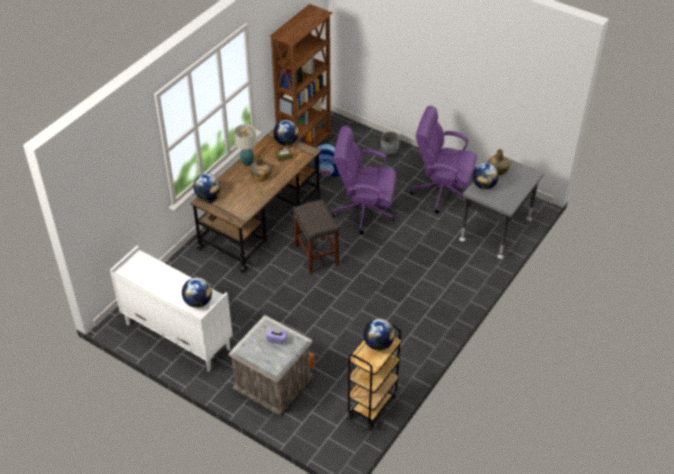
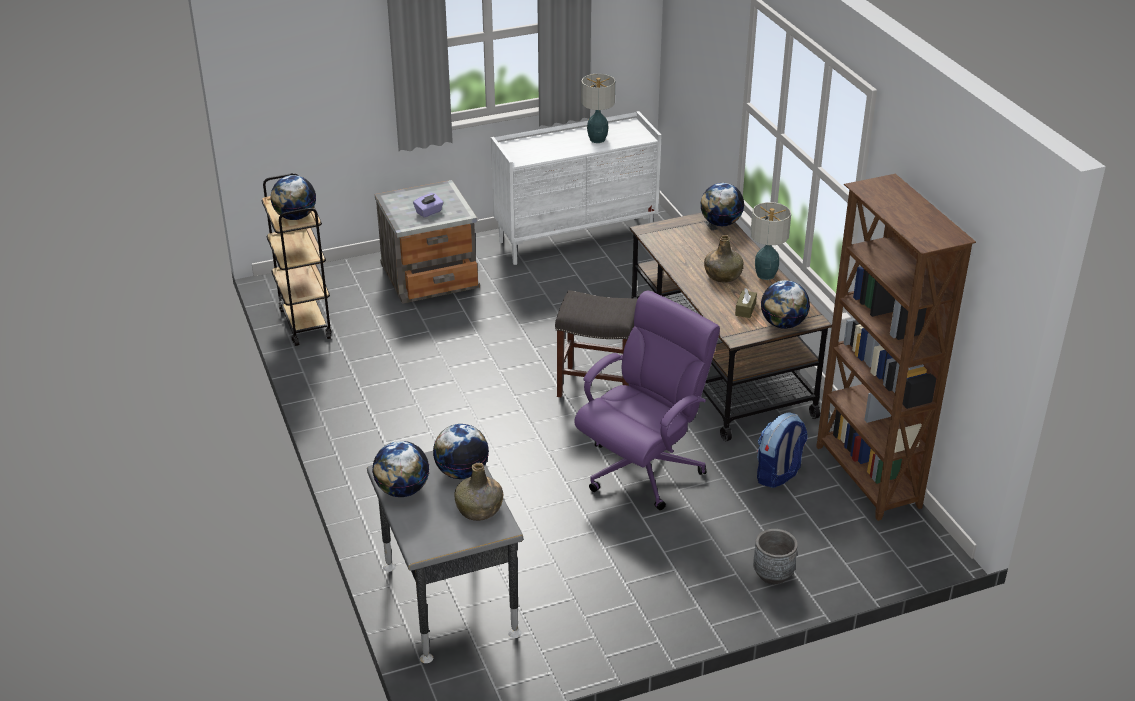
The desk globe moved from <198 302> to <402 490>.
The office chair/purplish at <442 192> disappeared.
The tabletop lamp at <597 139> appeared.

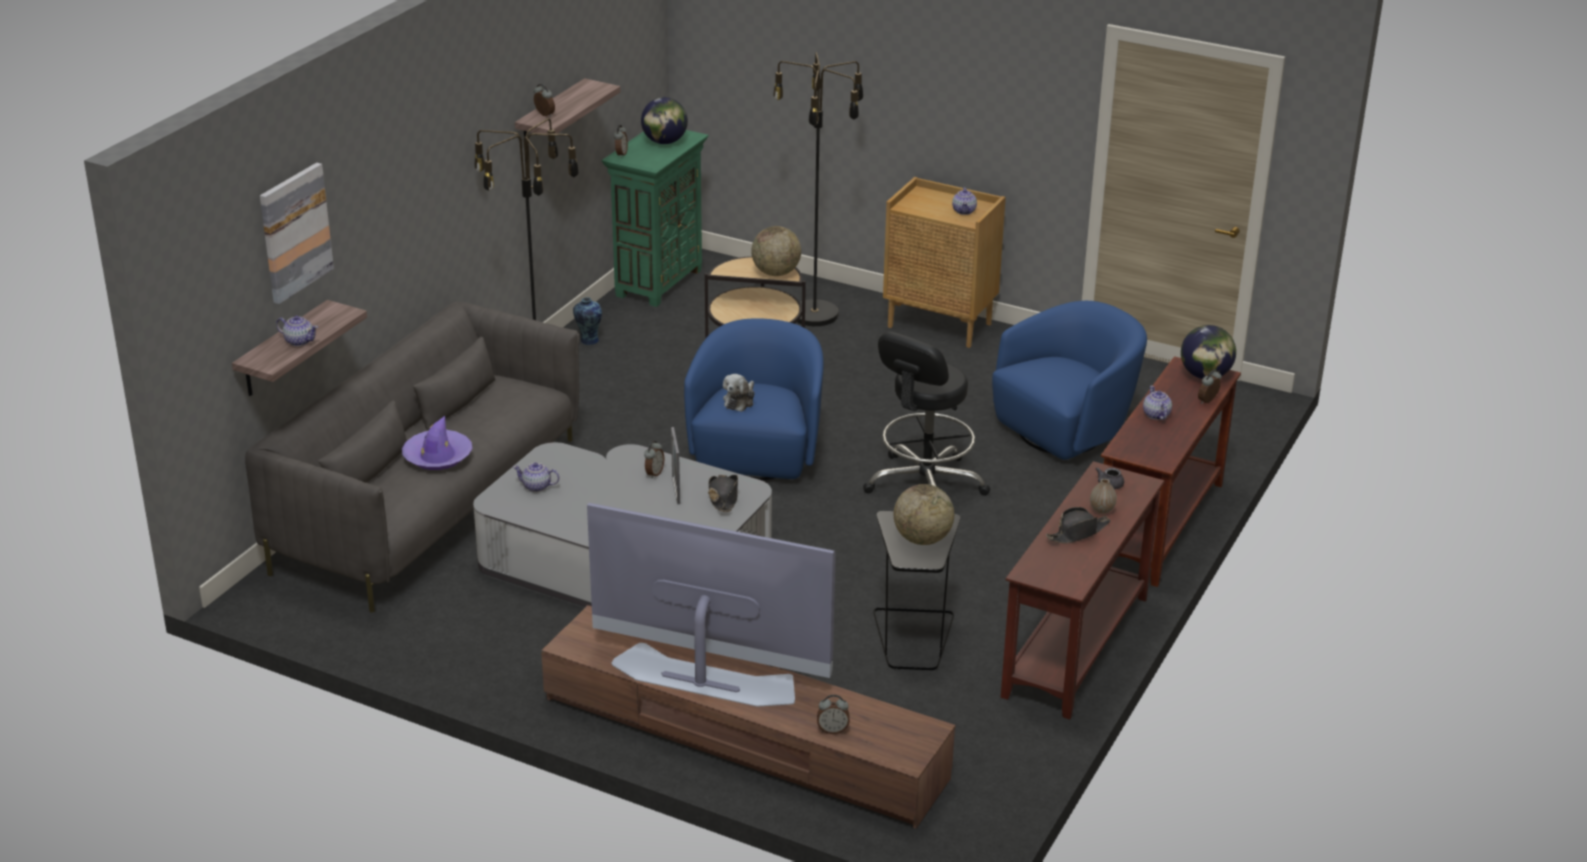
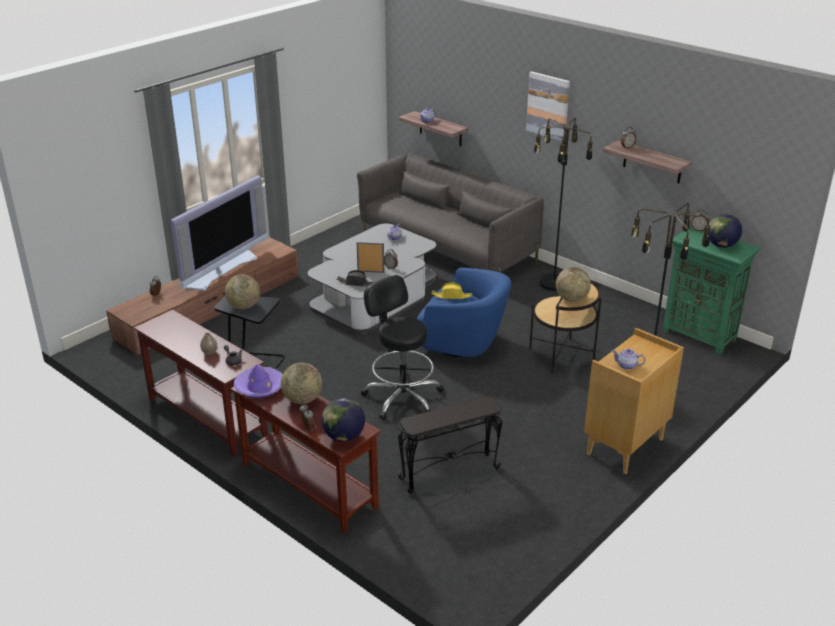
The wall art moved from <294 232> to <548 106>.
The clothing hat/purplish moved from <437 456> to <259 387>.
The decorative vase at <588 340> disappeared.
The plush toy at <740 401> was replaced by the clothing hat/yellowish at <452 296>.
The lounge chair/bluish at <1066 430> was replaced by the side table/blackish at <449 474>.
The clothing hat/blackish at <1078 533> disappeared.
The teapot at <1156 415> was replaced by the desk globe at <302 399>.

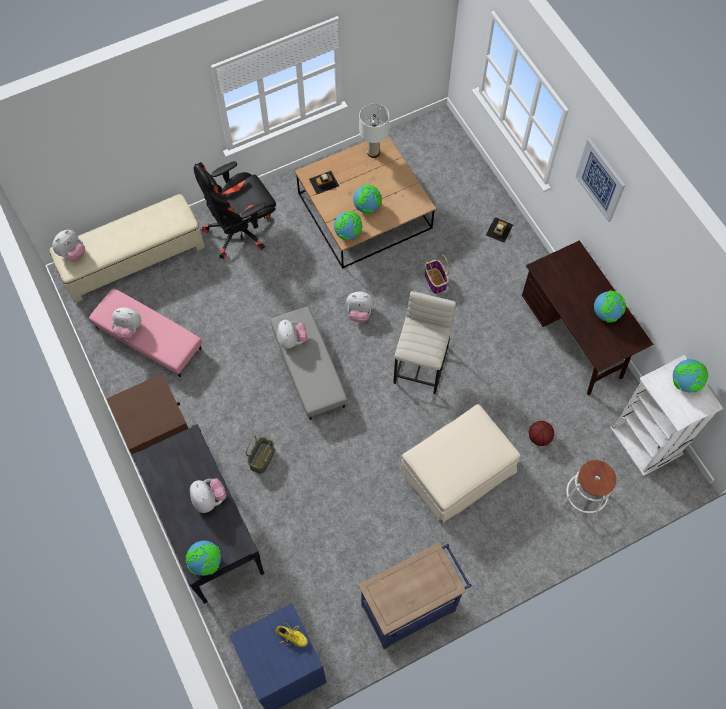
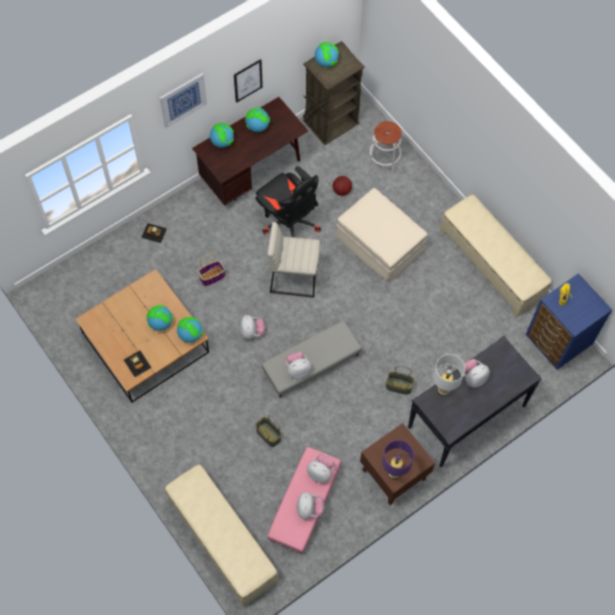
The plush toy moved from <72 253> to <320 472>.
The desk globe moved from <206 562> to <222 142>.
The office chair/blackish moved from <242 229> to <287 220>.
The trolley/bluish at <411 608> was replaced by the indoor bench/beige-coloured at <492 263>.
The tabletop lamp/white-coloured moved from <373 152> to <443 390>.
The shelving unit/white-coloured at <646 441> became the shelving unit/brownish at <331 121>.
The wall art at <248 80> appeared.
The basket at <268 435> appeared.
The tabletop lamp/purplish at <394 472> appeared.

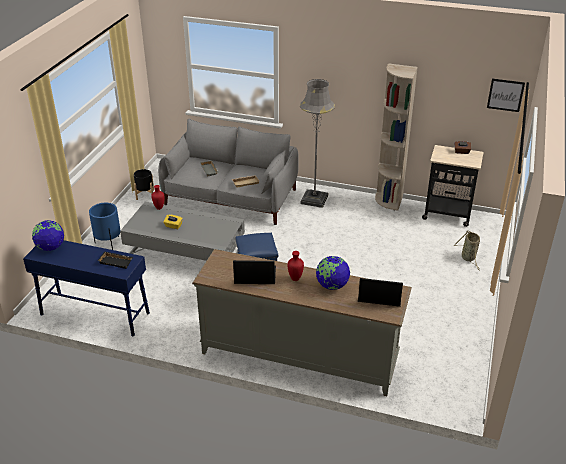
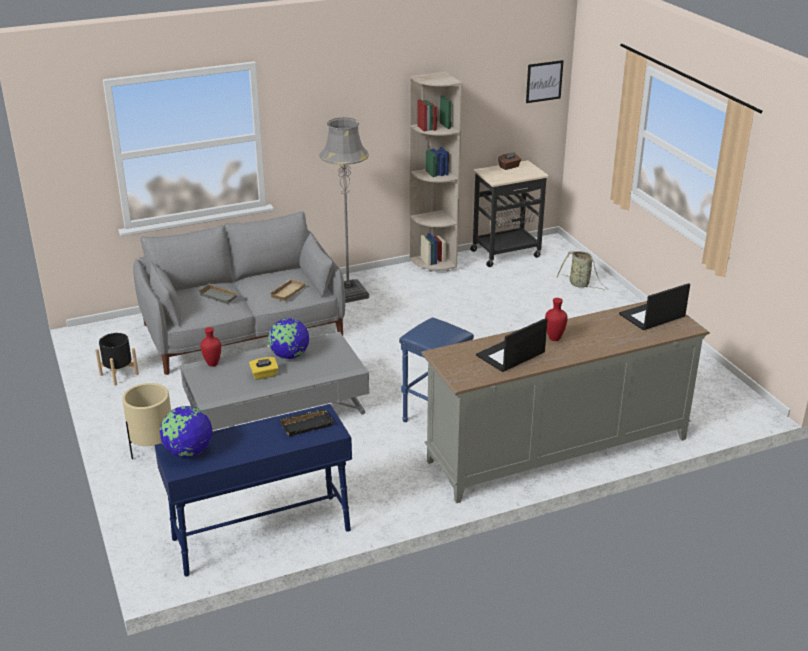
The planter/bluish at <108 243> became the planter/beige-coloured at <154 450>.
The desk globe moved from <332 286> to <289 356>.

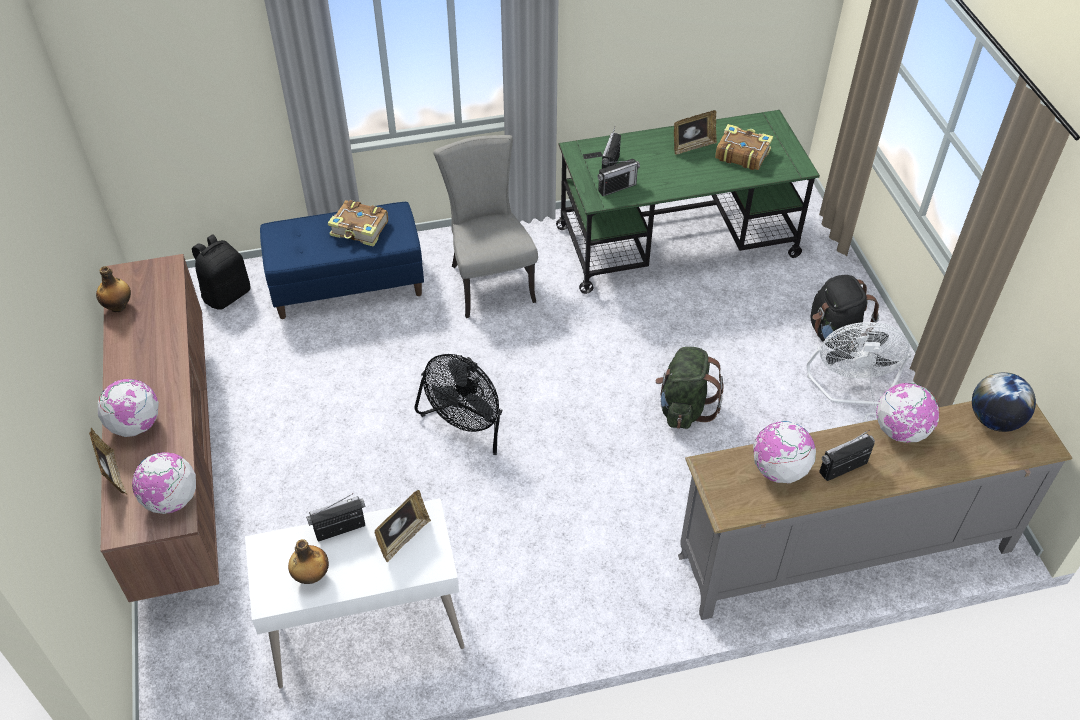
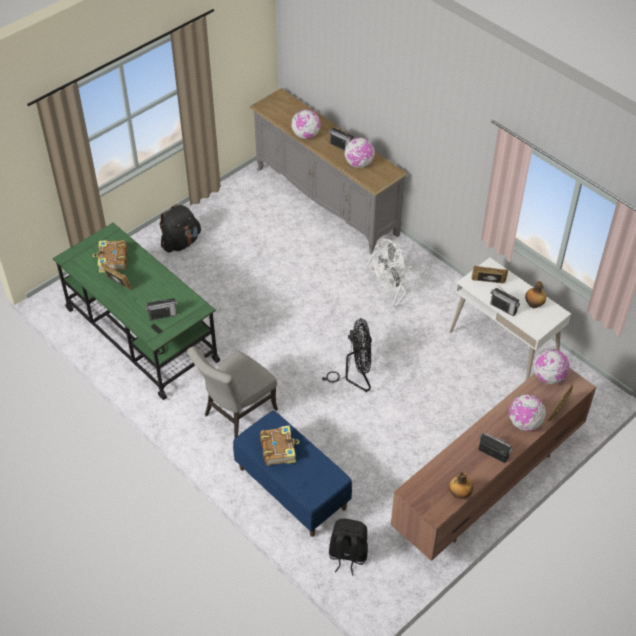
The radio receiver moved from <617 187> to <493 453>.
The knapsack/green at <684 408> disappeared.
The fan/white-coloured moved from <857 394> to <391 284>.
The desk globe at <994 420> disappeared.

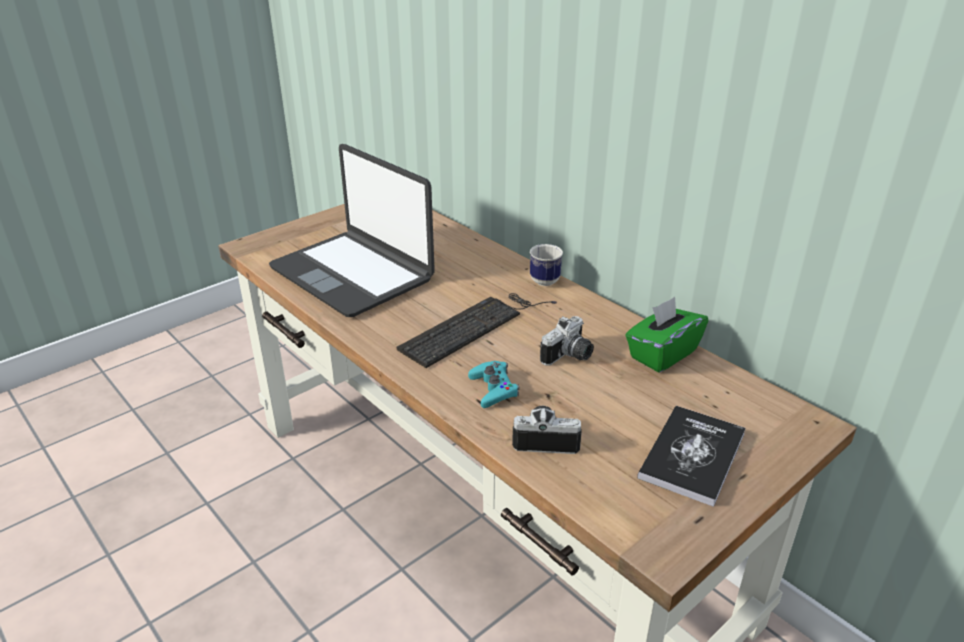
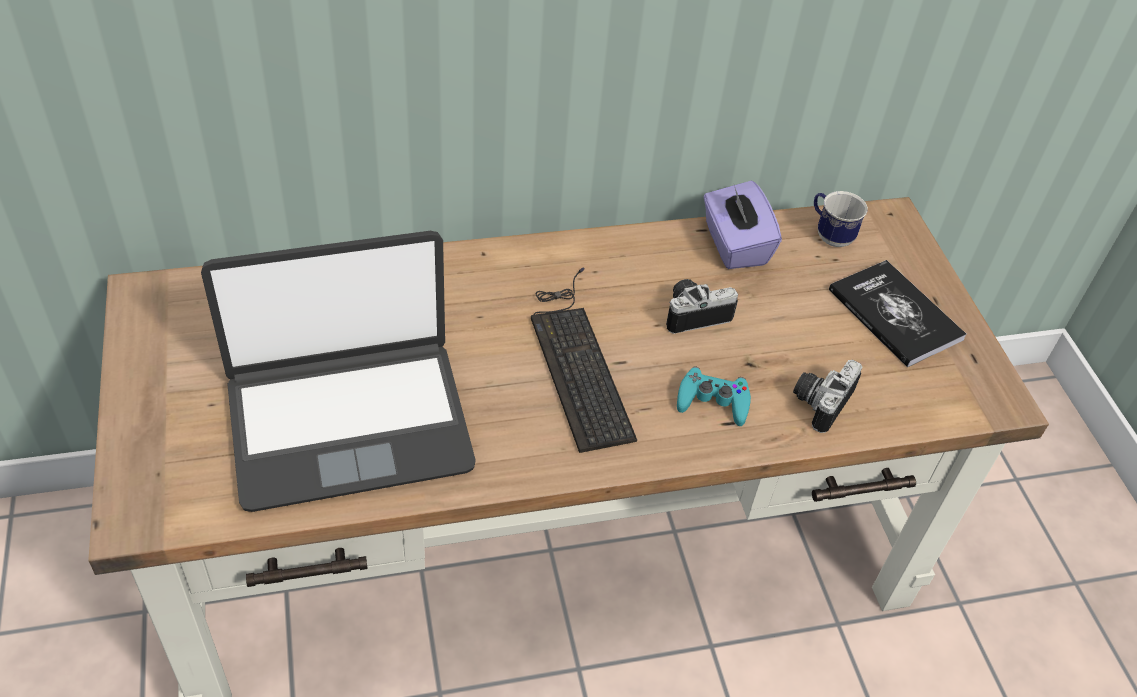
The mug moved from <545 279> to <829 235>.
The photo camera at <569 356> turned 90 degrees counterclockwise.
The tissue holder/green at <662 354> became the tissue holder/purplish at <734 245>.

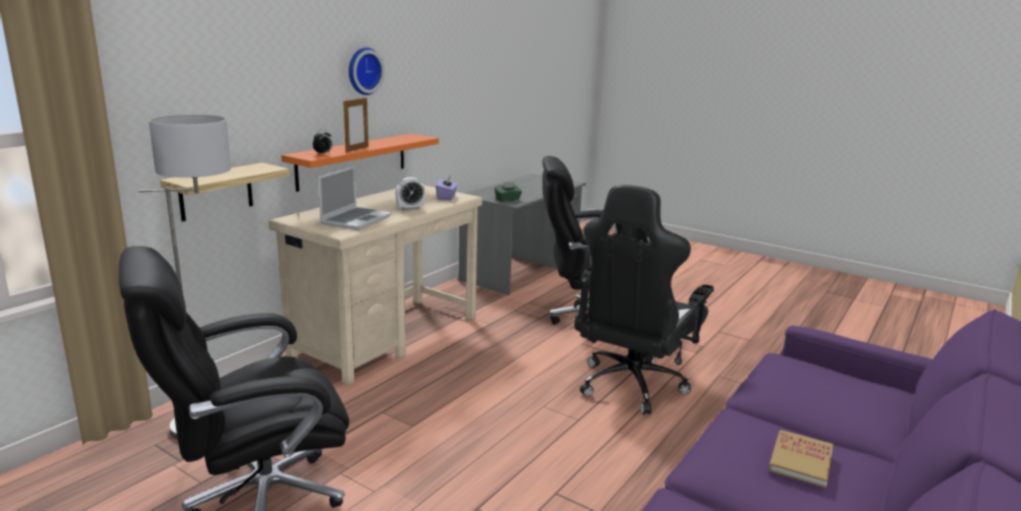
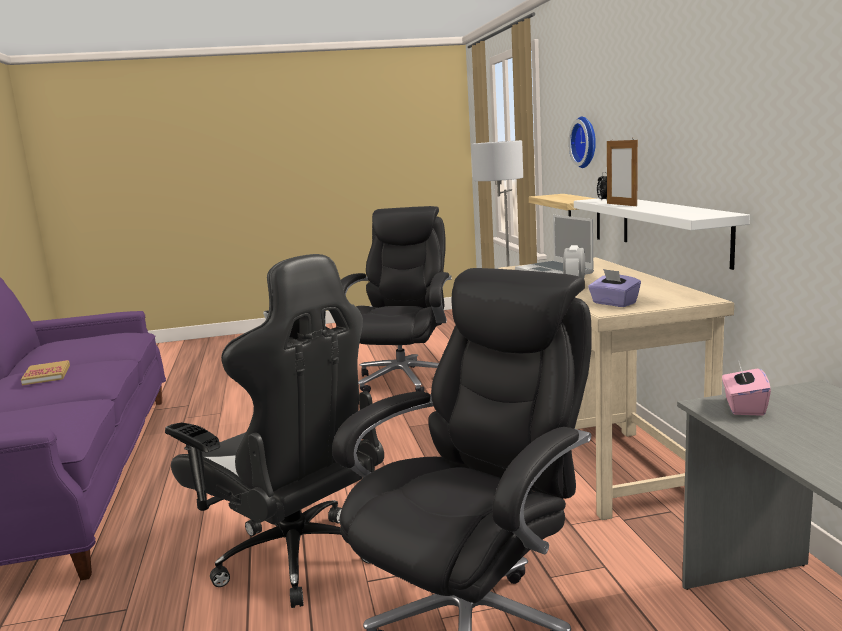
The wall shelf/orange-coloured at <353 161> became the wall shelf/white-coloured at <673 229>.
The hanging clock moved from <363 71> to <586 142>.
The tissue holder/green at <507 200> became the tissue holder/pink at <743 407>.
The office chair/blackish at <633 382> turned 150 degrees clockwise.

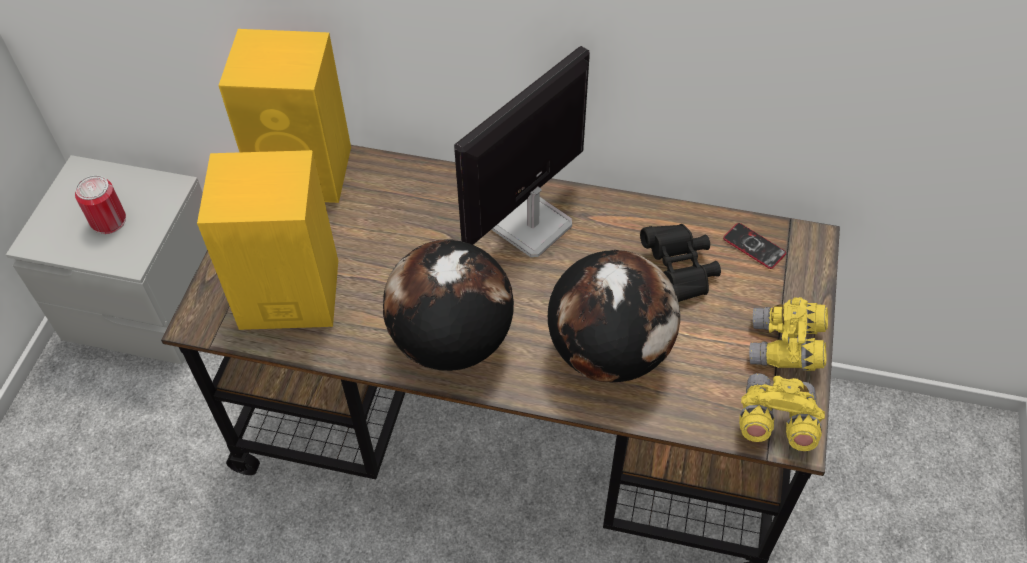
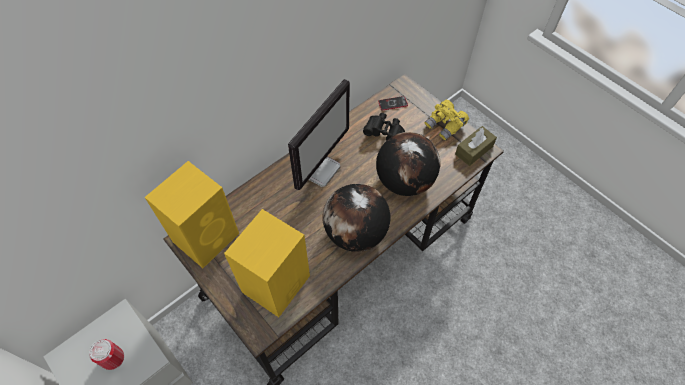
The monitor at <530 227> turned 135 degrees counterclockwise.
The pair of binoculars/yellowish at <775 422> was replaced by the tissue holder/brownish at <474 150>.

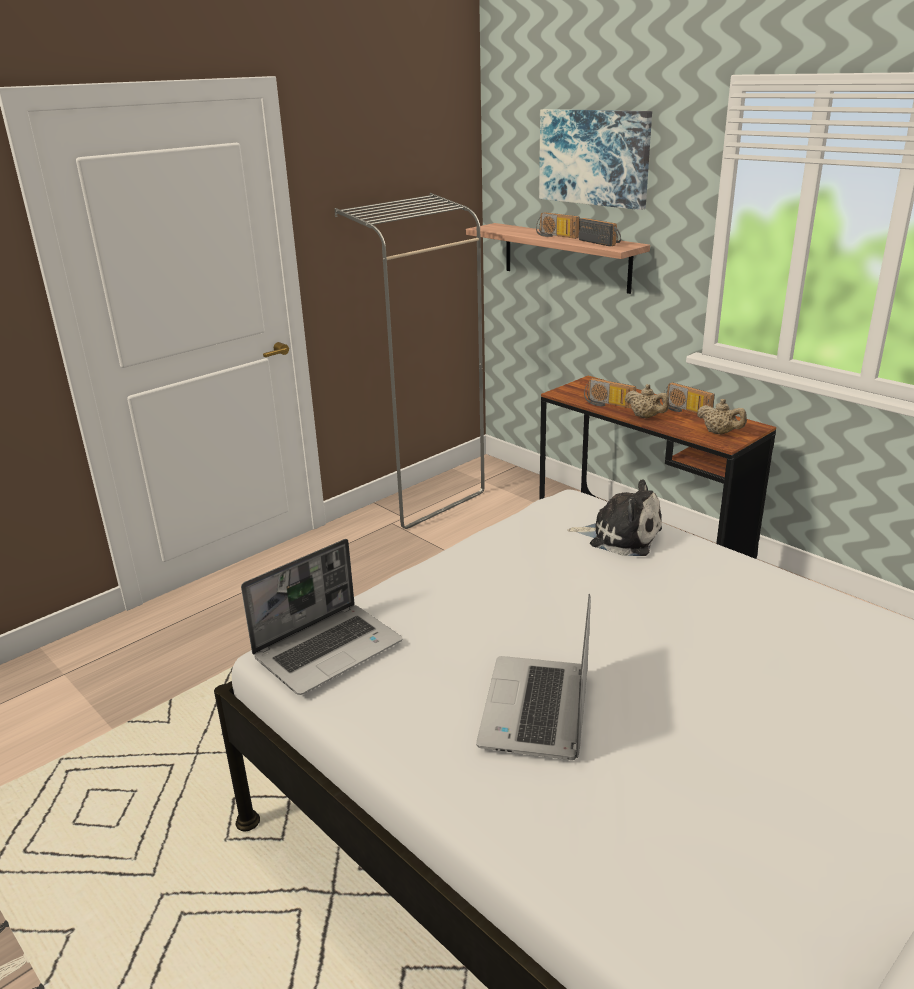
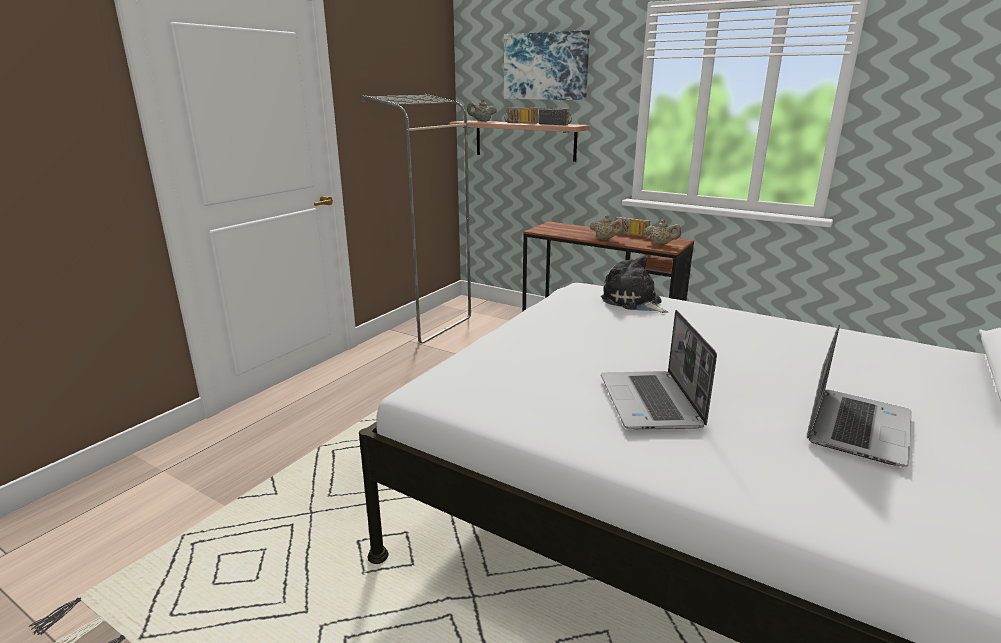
The portable computer moved from <329 649> to <856 427>.
The plush toy at <620 536> turned 135 degrees counterclockwise.
The radio receiver at <607 404> disappeared.
The teapot/beige-coloured at <482 121> appeared.

